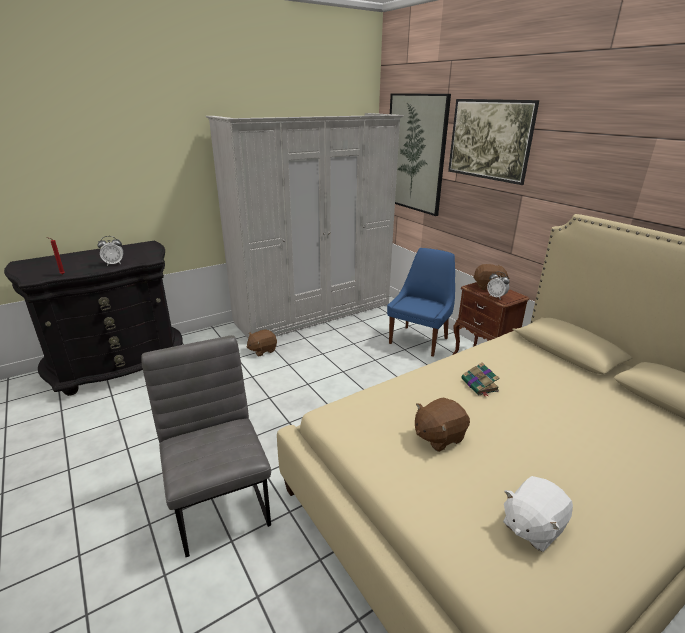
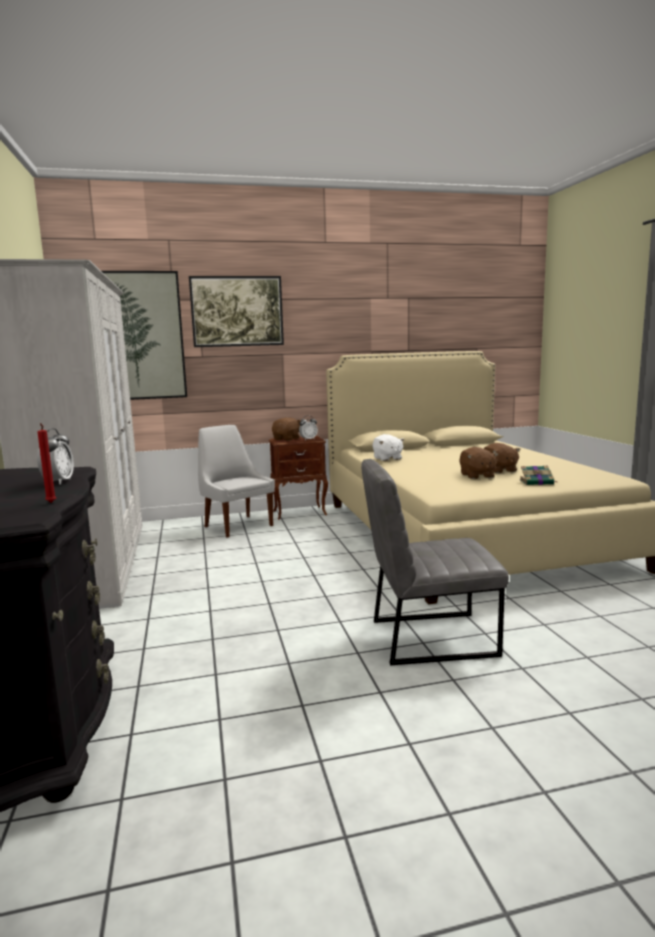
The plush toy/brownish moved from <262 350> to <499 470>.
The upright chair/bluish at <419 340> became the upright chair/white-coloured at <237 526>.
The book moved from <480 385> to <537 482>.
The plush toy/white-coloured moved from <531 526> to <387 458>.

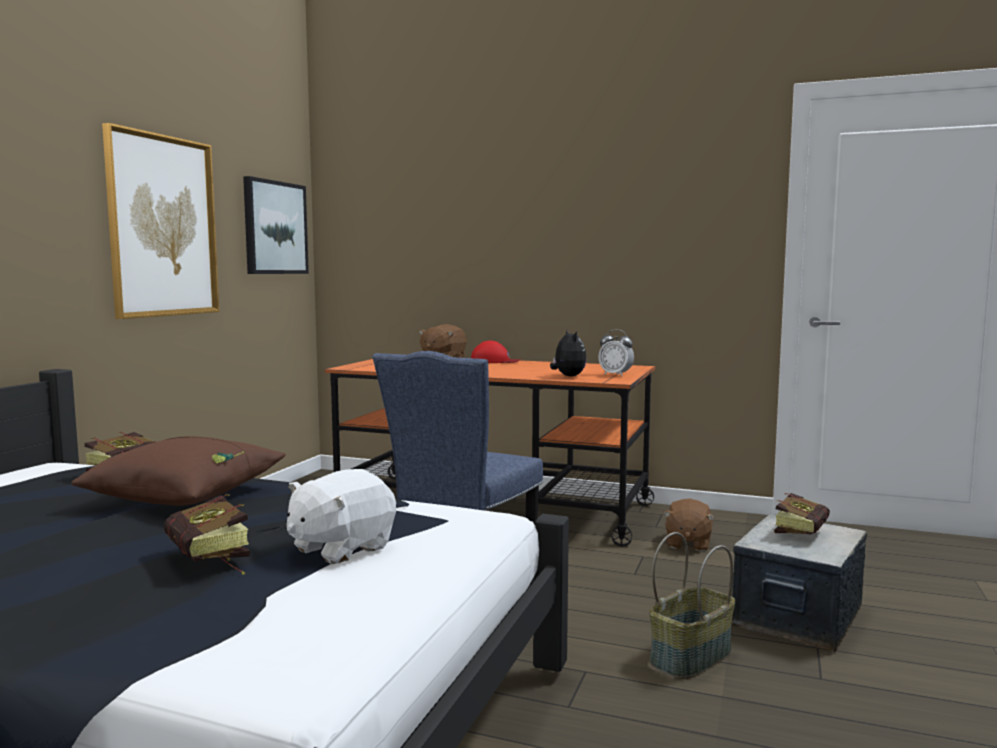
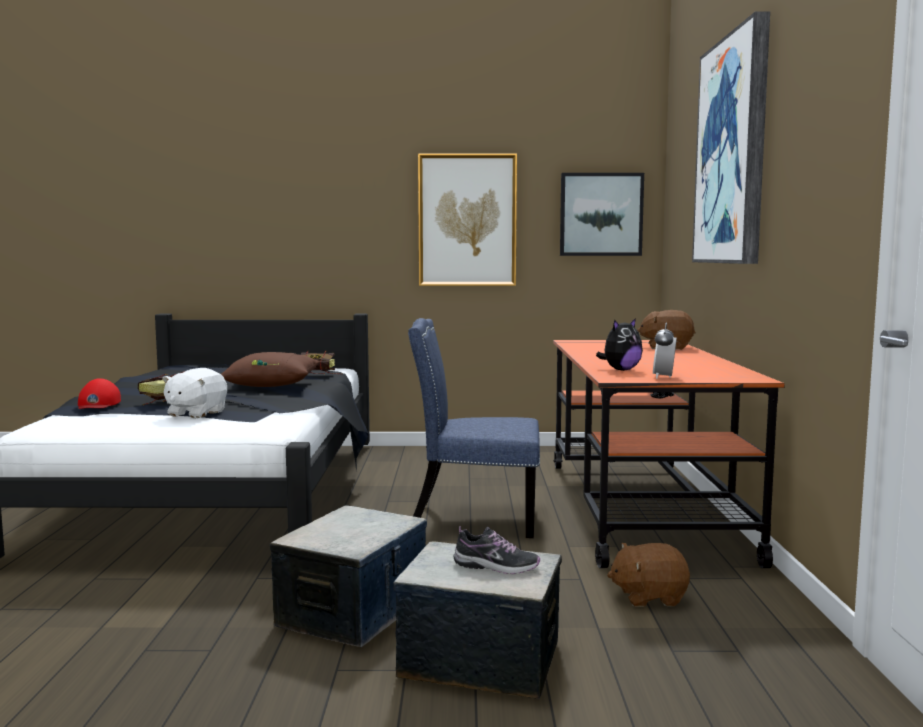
The plush toy/white-coloured at <340 548> turned 90 degrees counterclockwise.
The cap/reddish moved from <494 361> to <98 404>.
The basket at <690 656> was replaced by the storage box at <354 612>.
The book at <802 532> was replaced by the low shoe at <496 566>.
The wall art at <733 151> appeared.

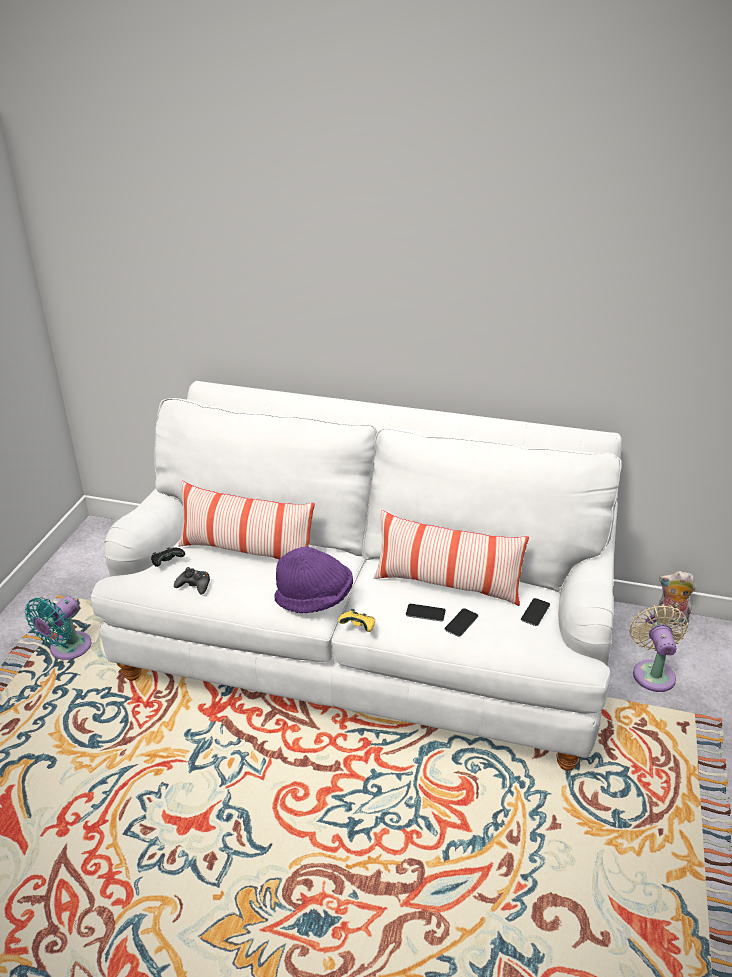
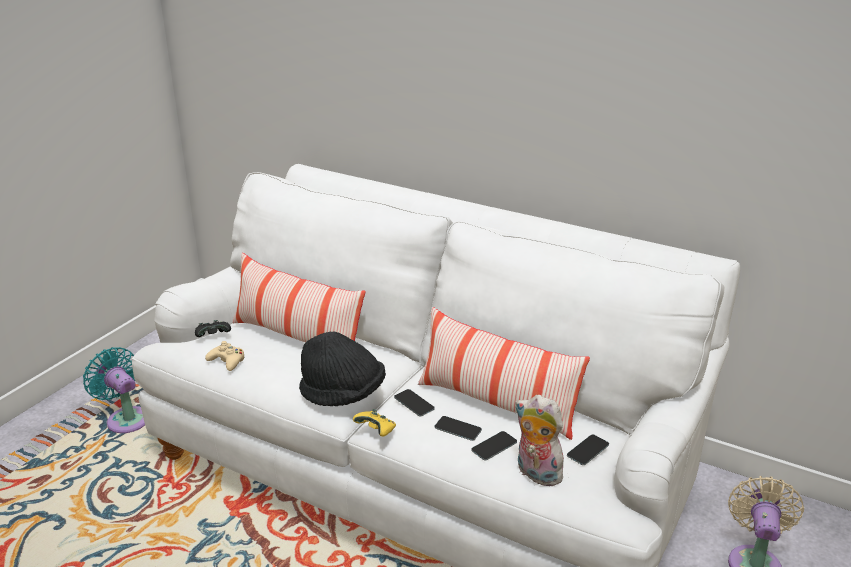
The fan/turquoise-coloured at <67 649> turned 90 degrees clockwise.
The gamepad/blackish at <194 585> became the gamepad/beige-coloured at <227 361>.
The clothing hat/purplish at <314 599> became the clothing hat/blackish at <343 394>.
The plush toy moved from <670 619> to <536 474>.
The phone at <414 403> appeared.

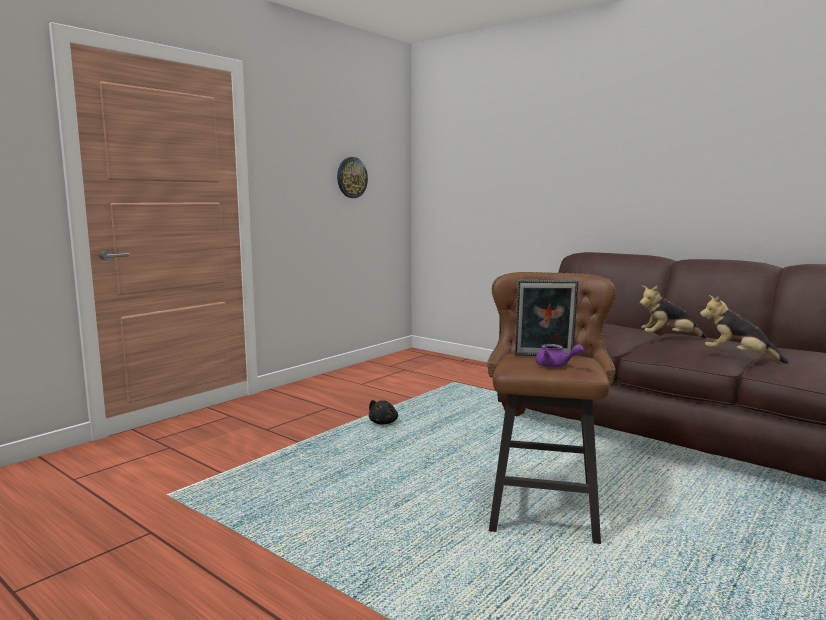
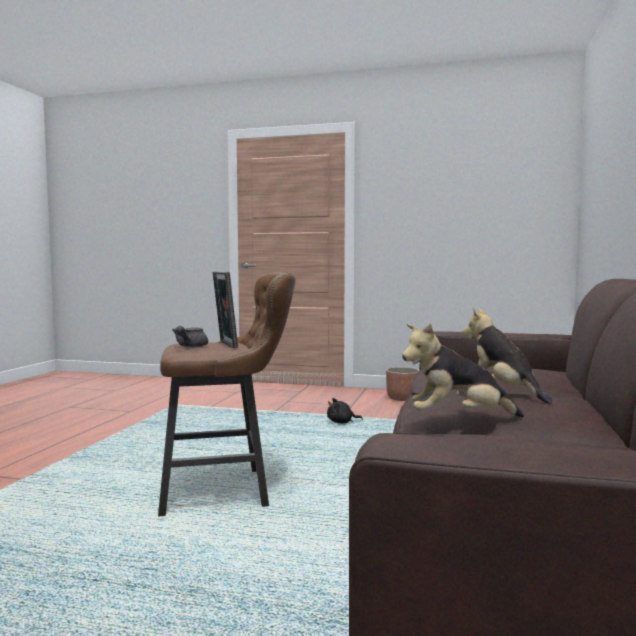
The hanging clock at <351 177> disappeared.
The teapot/purplish at <555 366> became the teapot/greyish at <190 346>.
The plush toy at <738 357> turned 105 degrees counterclockwise.
The planter at <402 398> appeared.

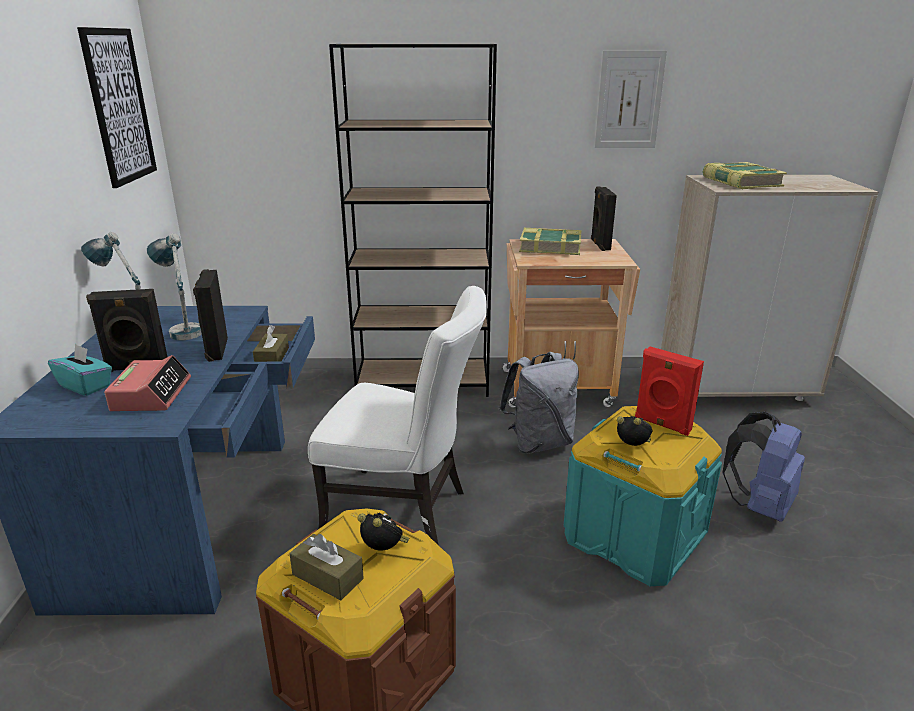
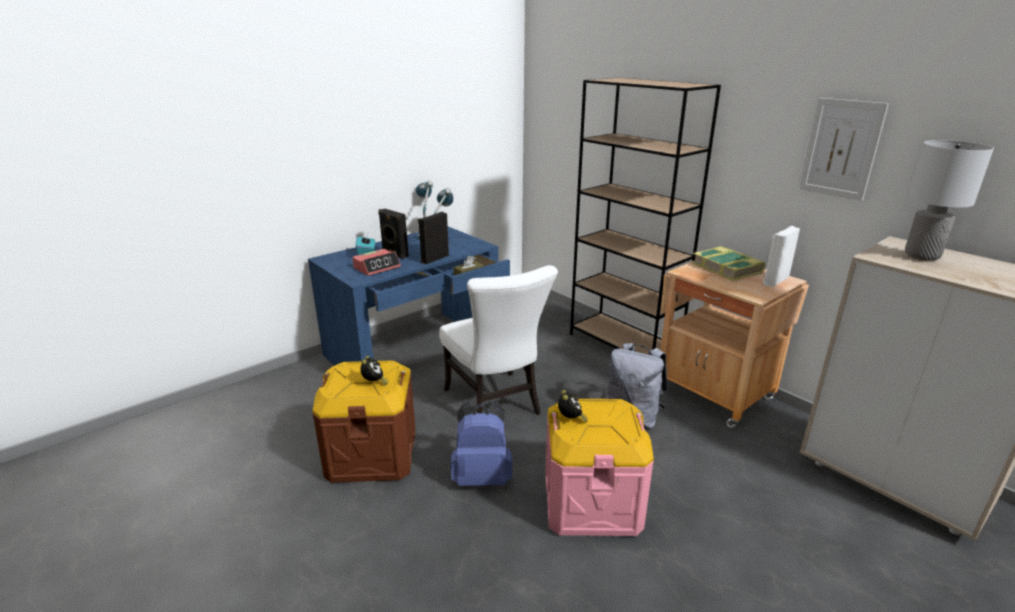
The wall art at <119 106> disappeared.
The tissue holder/brownish at <327 576> disappeared.
The storage box/turquoise-coloured at <633 536> became the storage box/pink at <591 501>.
The loudspeaker/blackish at <599 245> became the loudspeaker/white-coloured at <775 280>.
The loudspeaker/reddish at <662 425> disappeared.
The book at <740 182> was replaced by the tabletop lamp/greyish at <921 257>.
The knapsack/bluish moved from <759 506> to <482 477>.

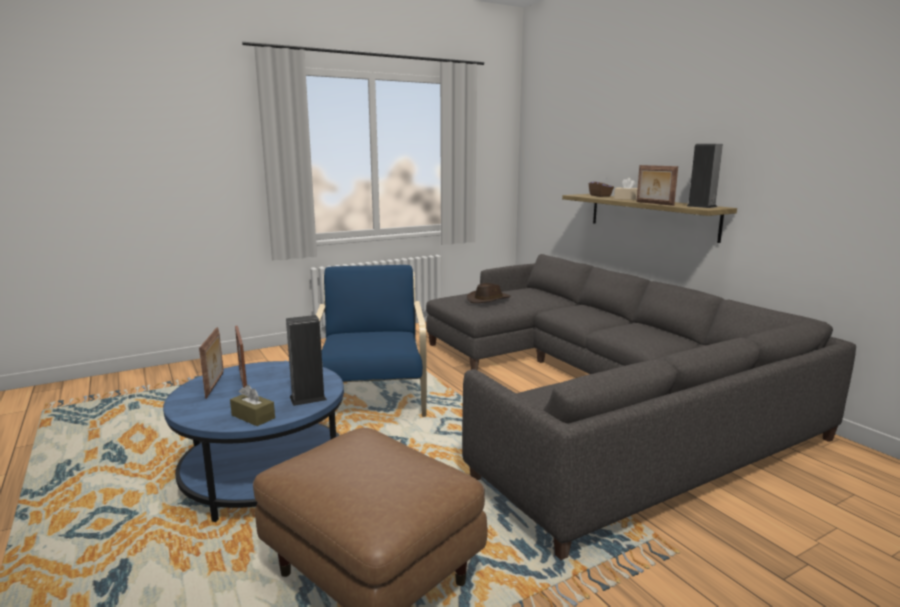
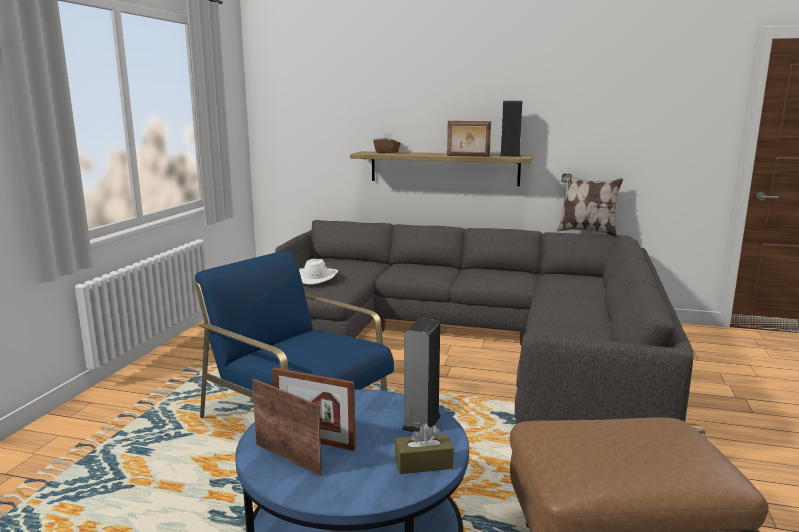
The clothing hat/brownish at <488 299> became the clothing hat/white-coloured at <316 277>.
The tissue holder/beige-coloured at <627 199> disappeared.
The cushion at <586 232> appeared.

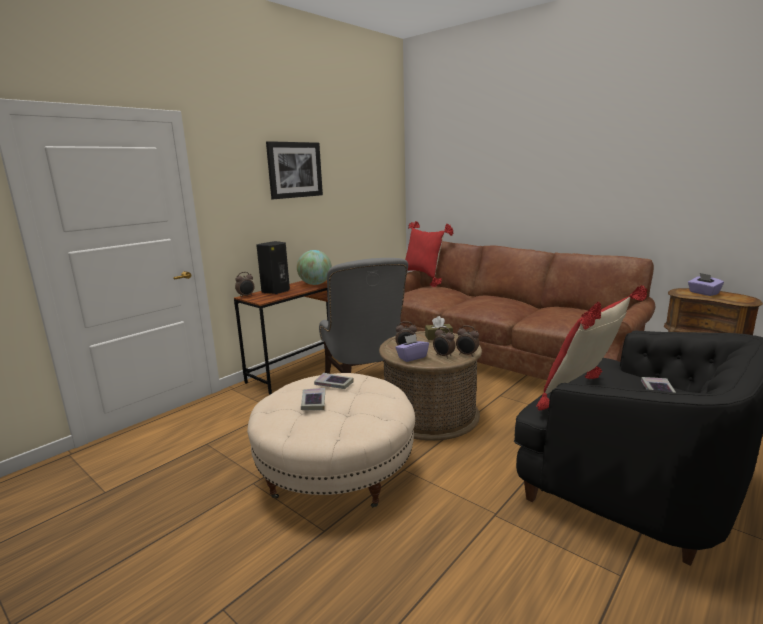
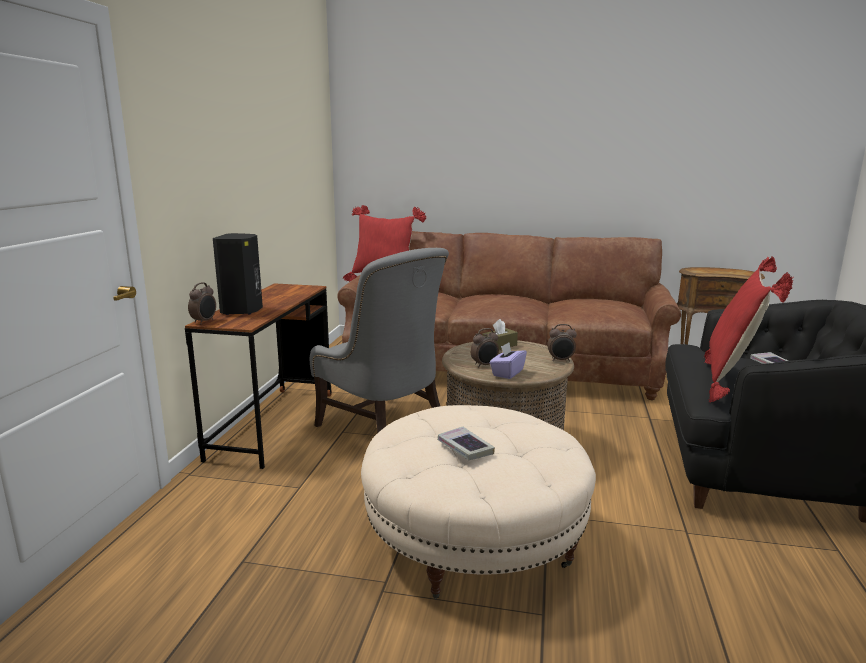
The wall art at <294 170> disappeared.
The desk globe at <315 284> disappeared.
The book at <334 384> disappeared.
The bedside clock at <443 356> disappeared.
The tissue holder/purplish at <703 293> disappeared.

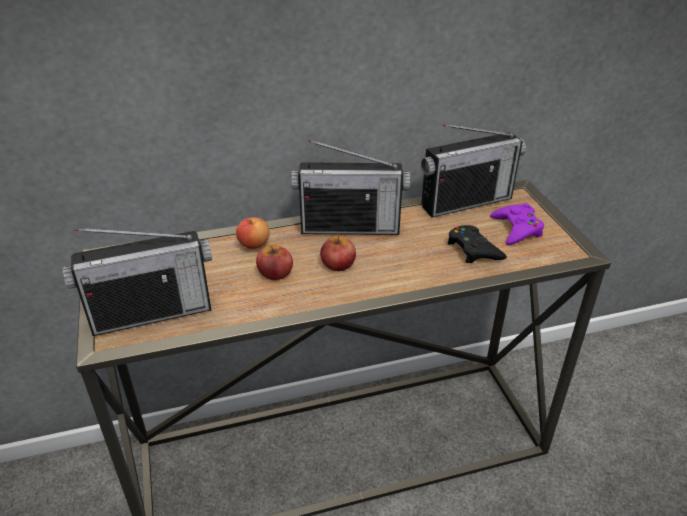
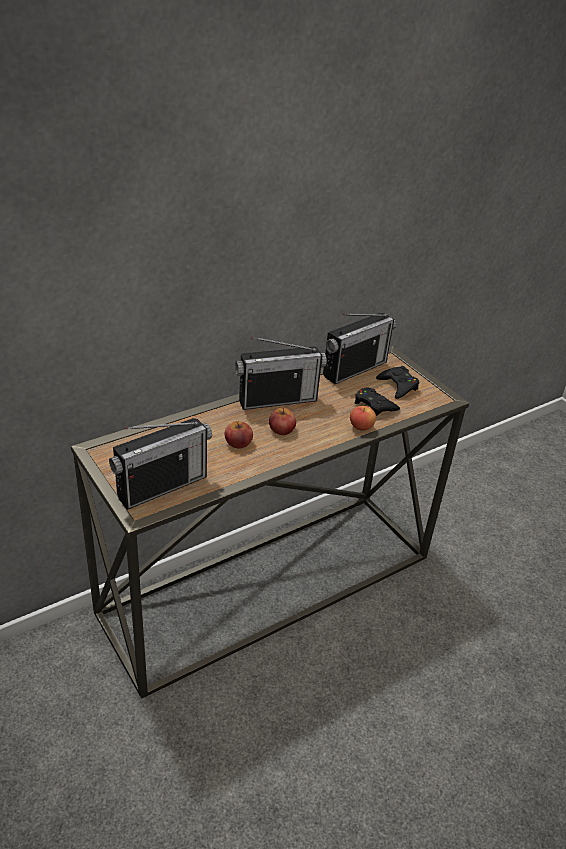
The apple moved from <254 244> to <361 427>.
The gamepad/purplish at <517 229> became the gamepad/blackish at <398 386>.

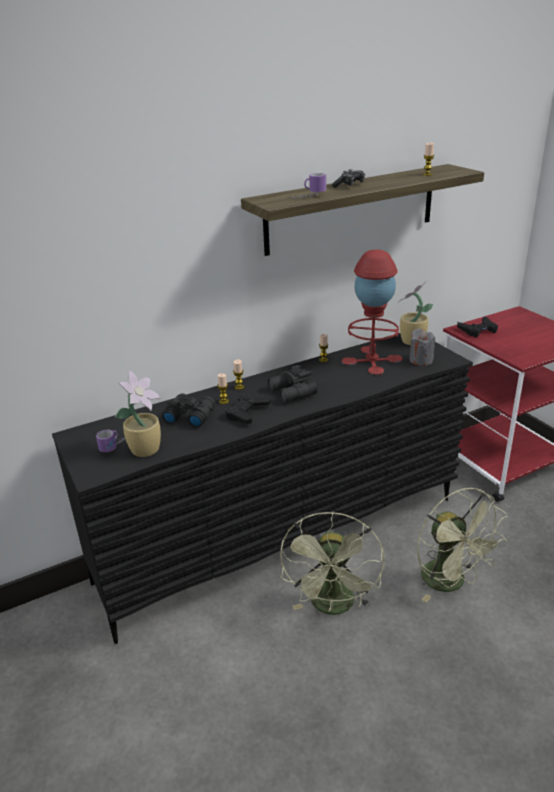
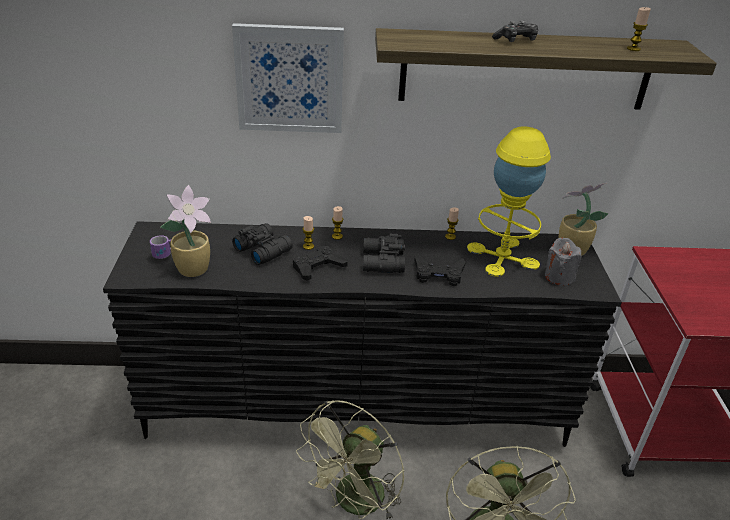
The mug at <308 197> disappeared.
The tabletop lamp/reddish at <372 360> became the tabletop lamp/yellowish at <502 256>.
The gamepad/blackish moved from <478 330> to <438 274>.
The wall art at <290 79> appeared.

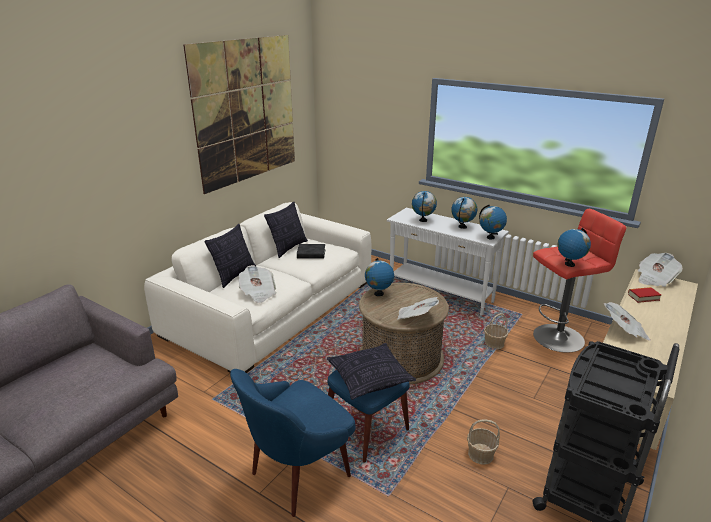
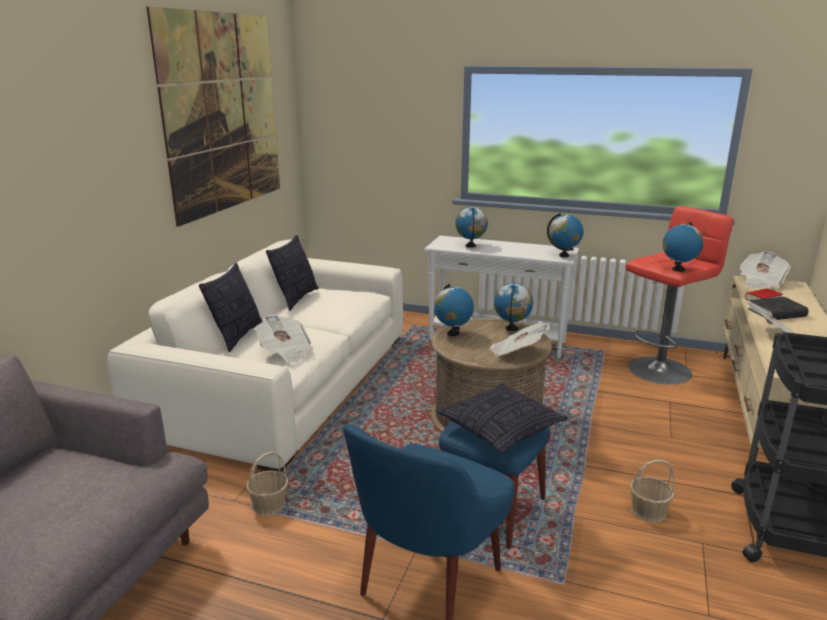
The book/blackish moved from <311 254> to <777 313>.
The desk globe moved from <462 227> to <512 329>.
The basket moved from <494 343> to <269 505>.

